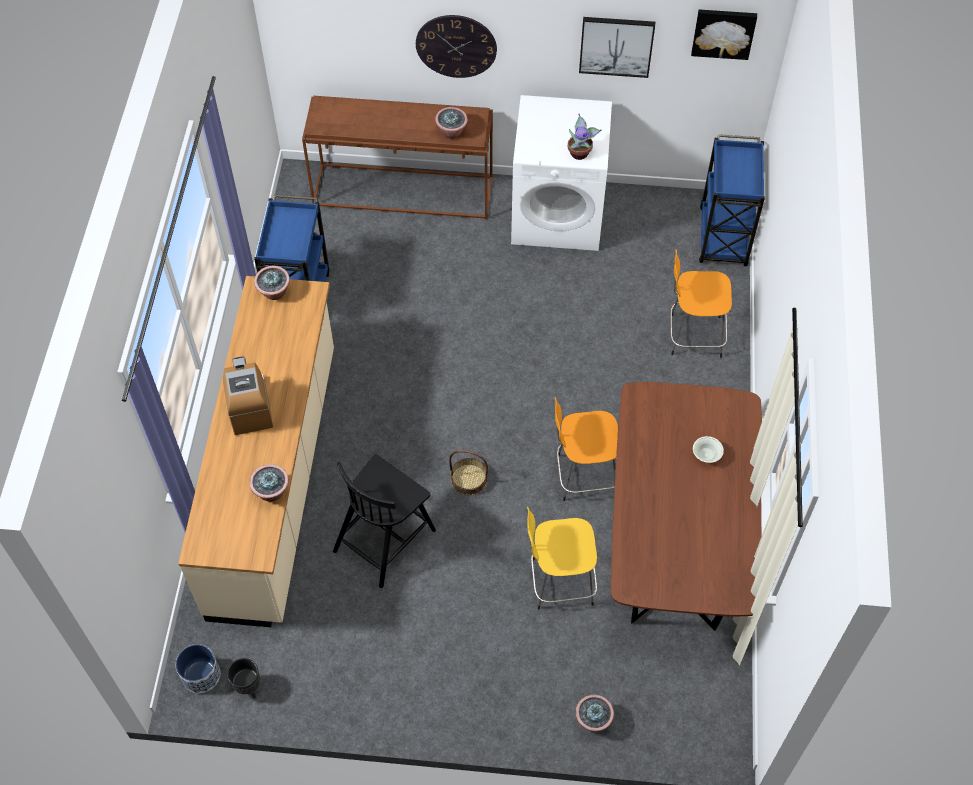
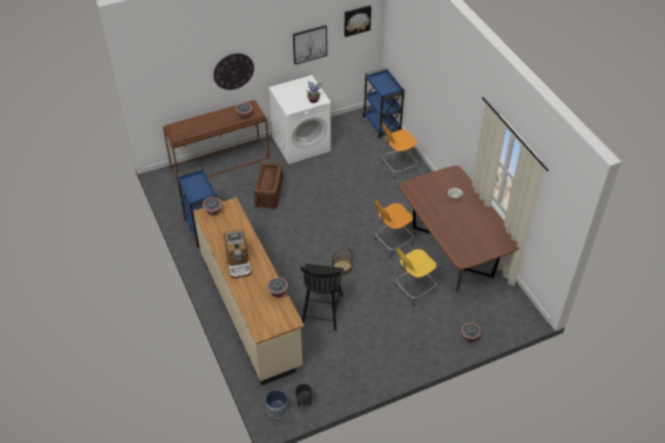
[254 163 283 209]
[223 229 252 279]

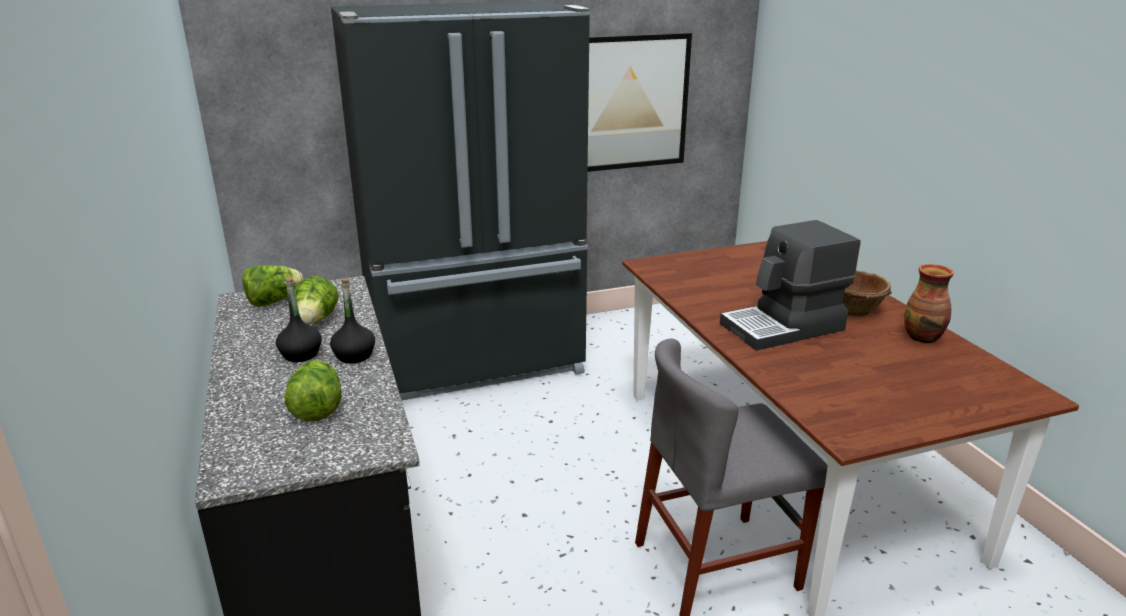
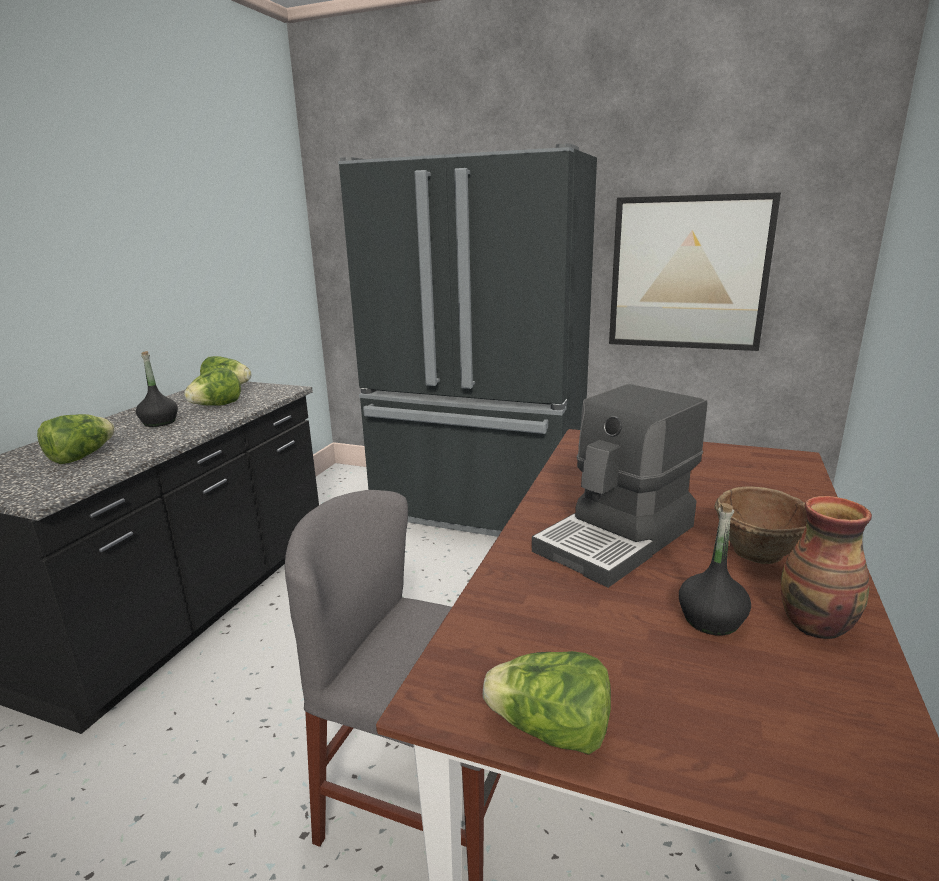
[483 651 611 755]
[679 503 751 635]
[532 384 707 588]

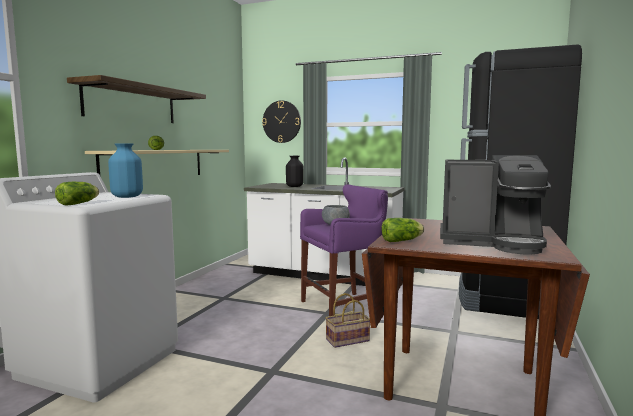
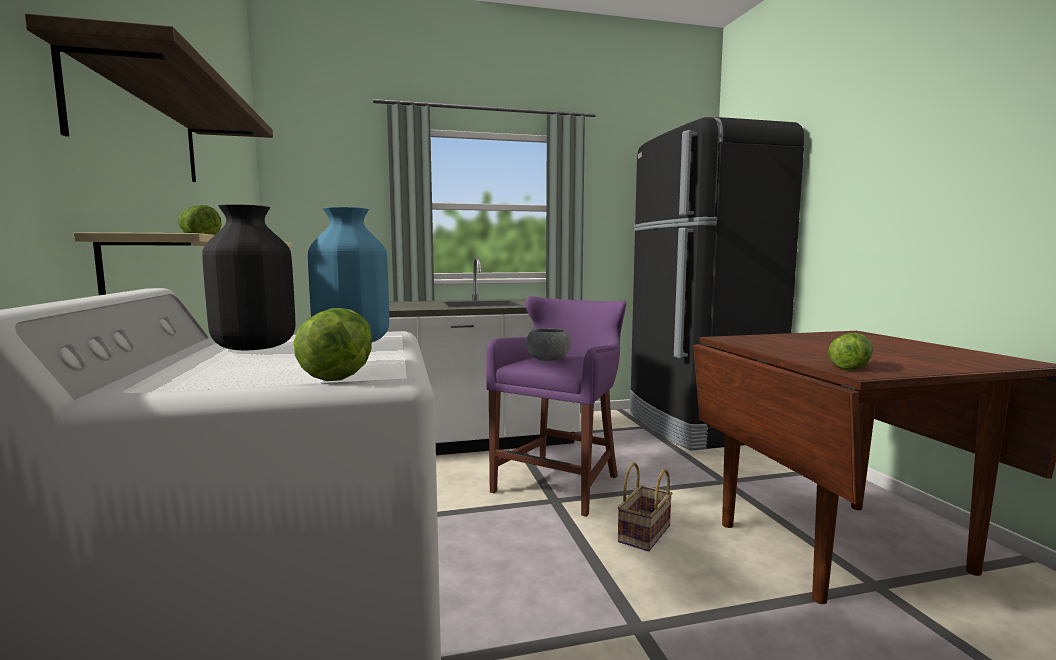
[262 100 301 143] (first image)
[440 155 551 255] (first image)
[202 204 295 350]

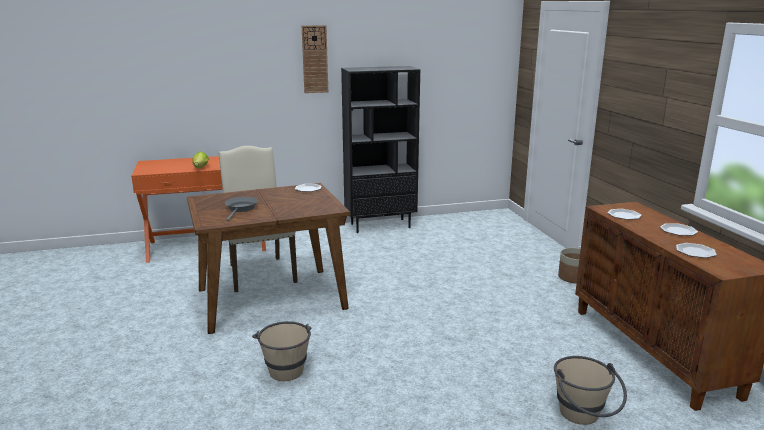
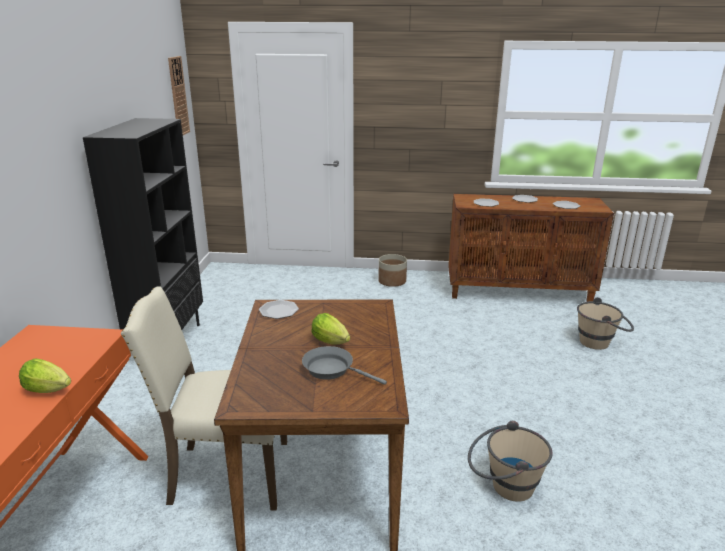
[311 313 350 344]
[168 56 190 135]

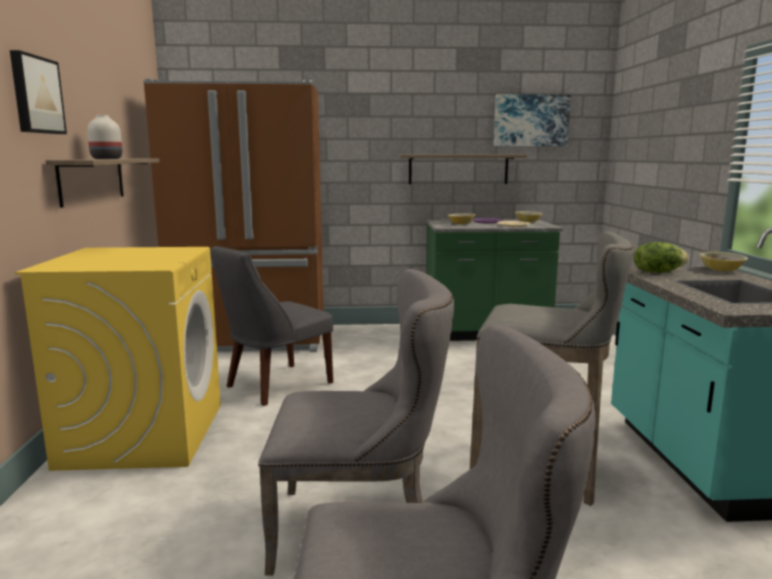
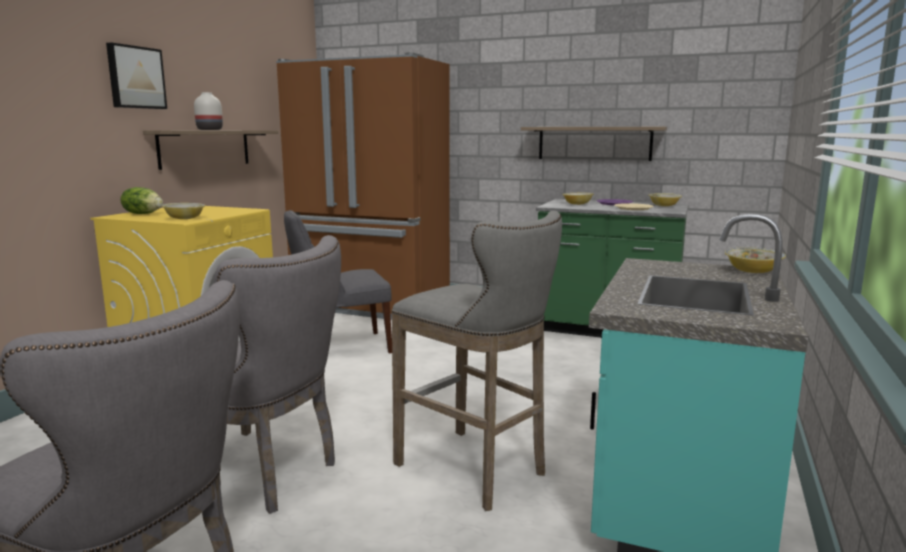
[494 94 571 146] (first image)
[161 203 205 219]
[120 187 163 214]

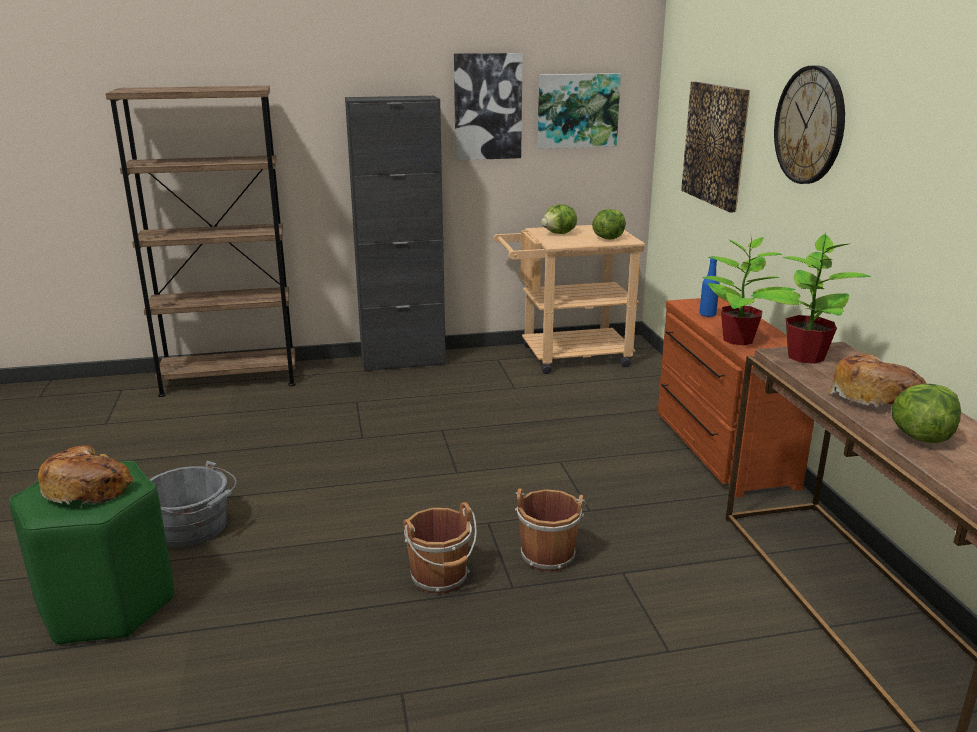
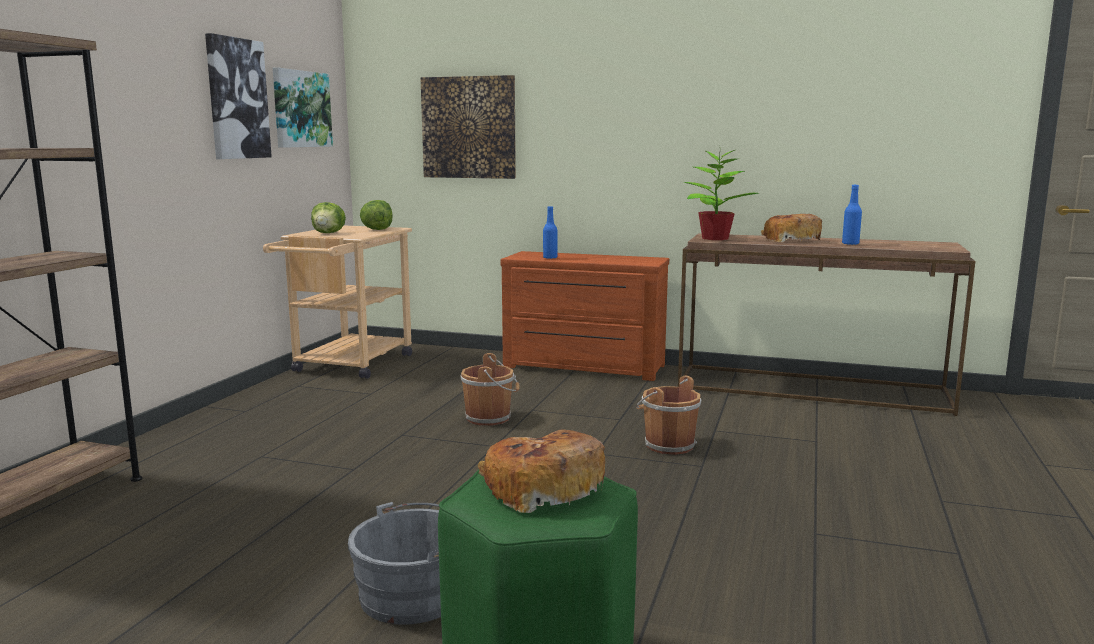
[345 96 446 372] (first image)
[702 237 796 345] (first image)
[774 66 845 184] (first image)
[461 353 520 426]
[842 185 862 245]

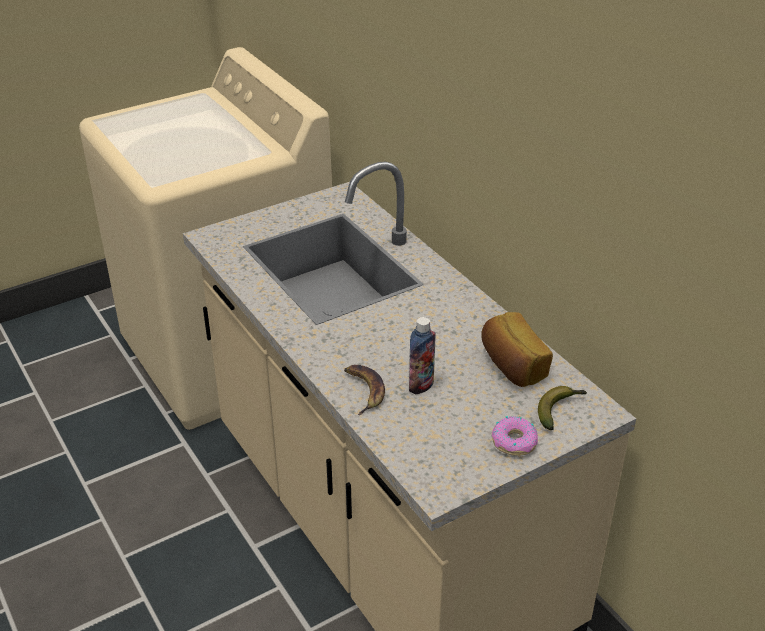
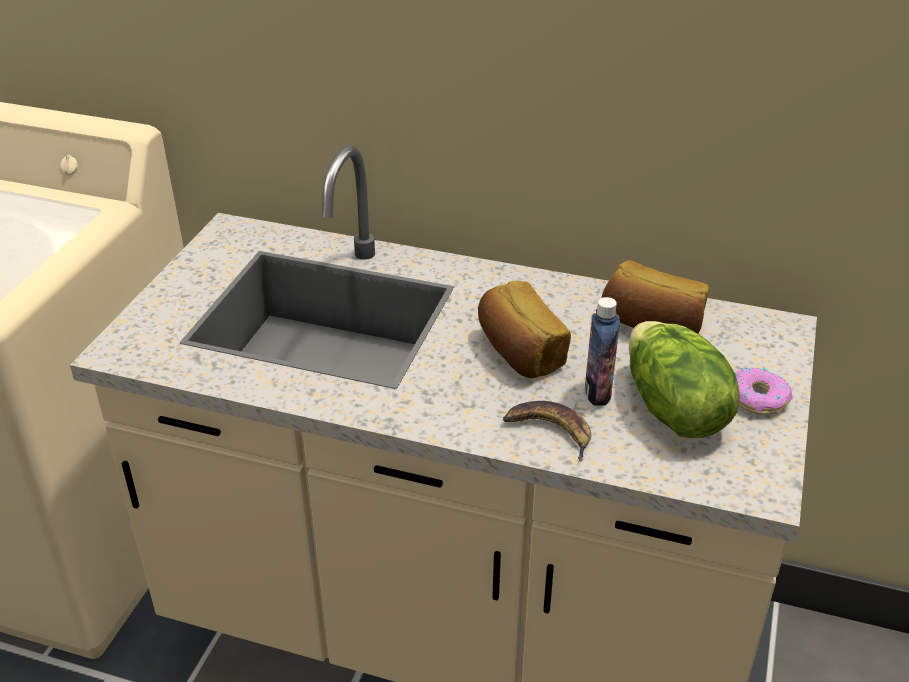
[538 386 587 430] (first image)
[478 281 571 378]
[629 321 740 438]

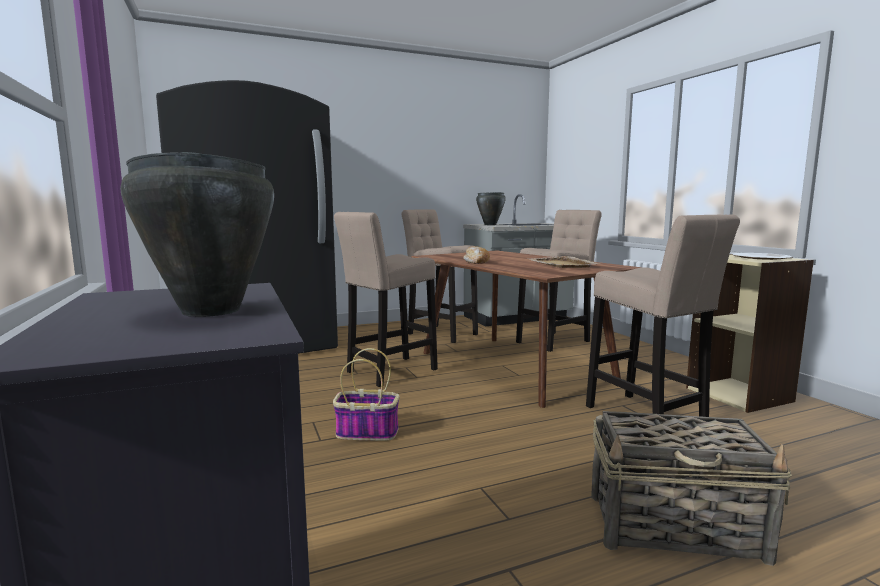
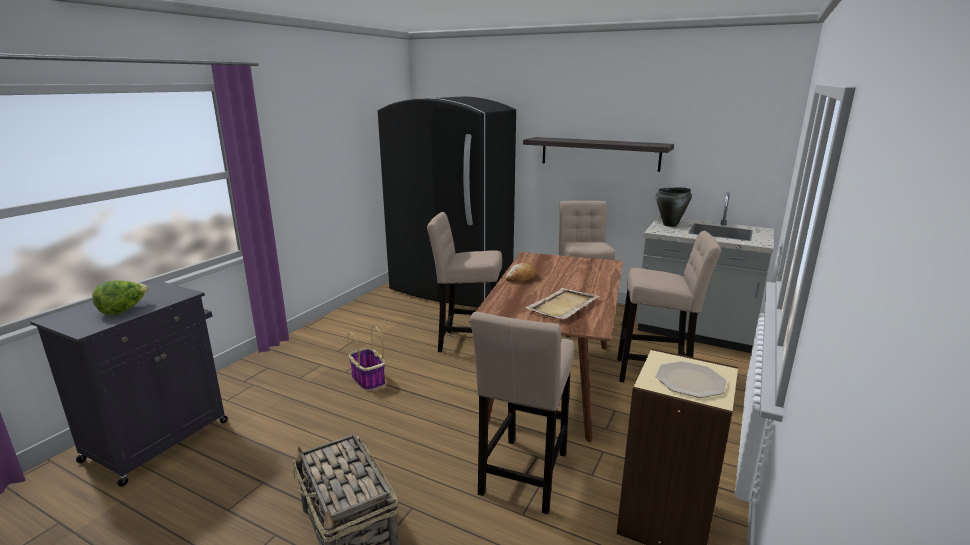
[523 137 674 172]
[92 280 149 315]

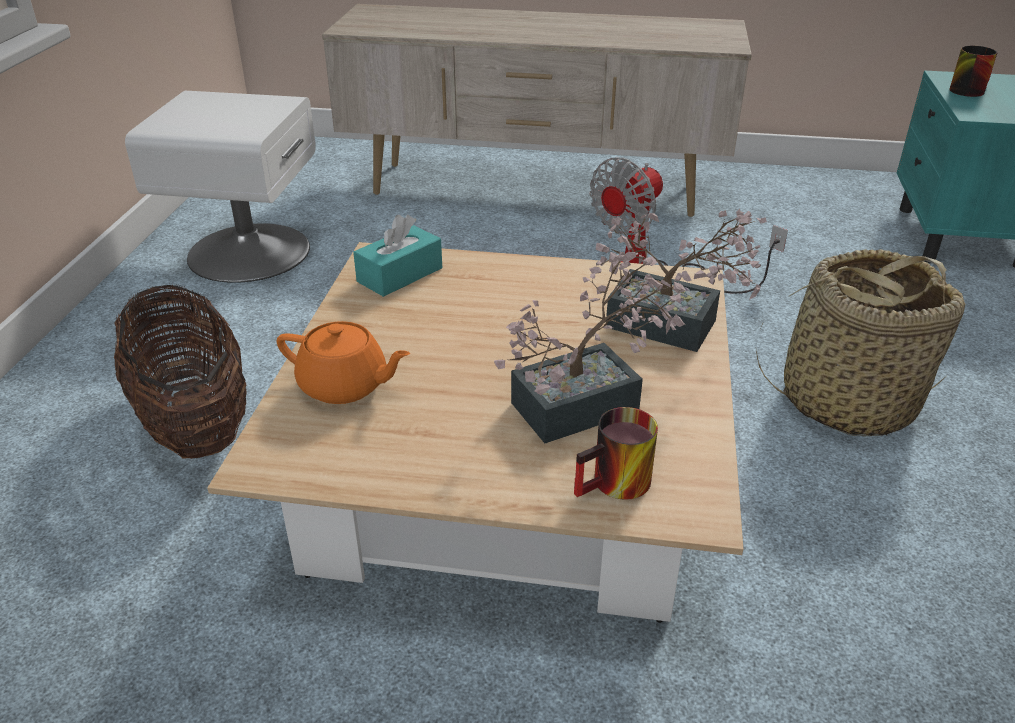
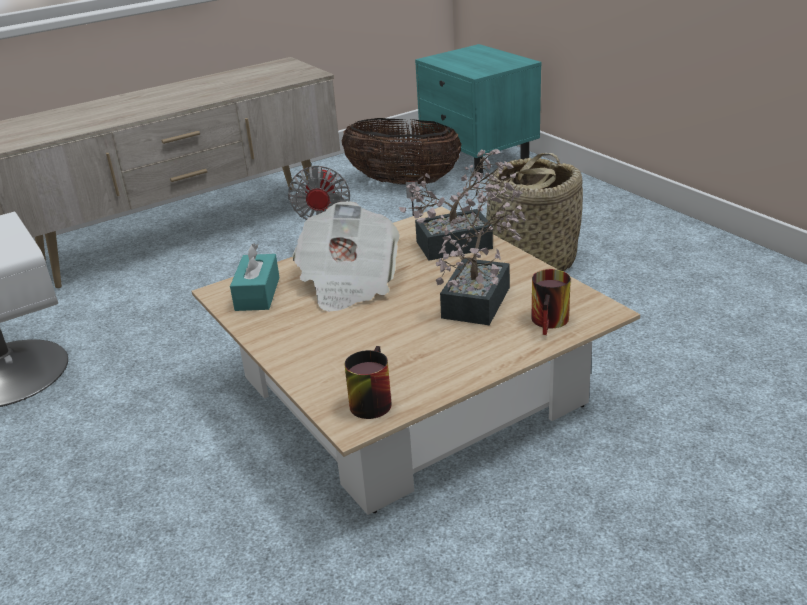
[277 321 410 404] (first image)
[292 201 400 312]
[342 118 461 185]
[344 346 392 419]

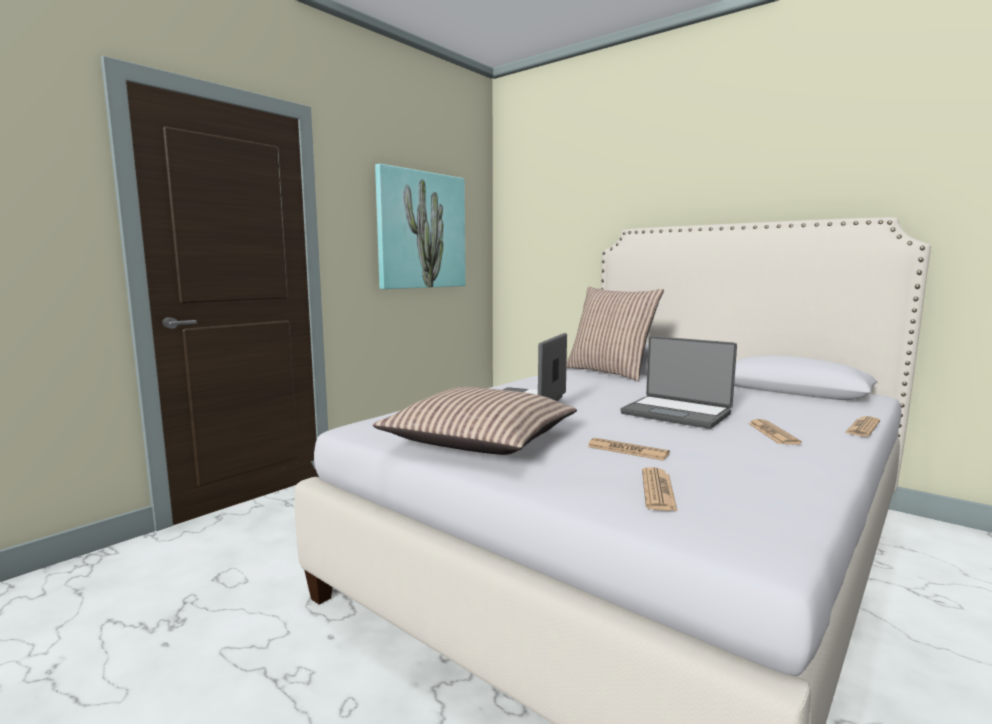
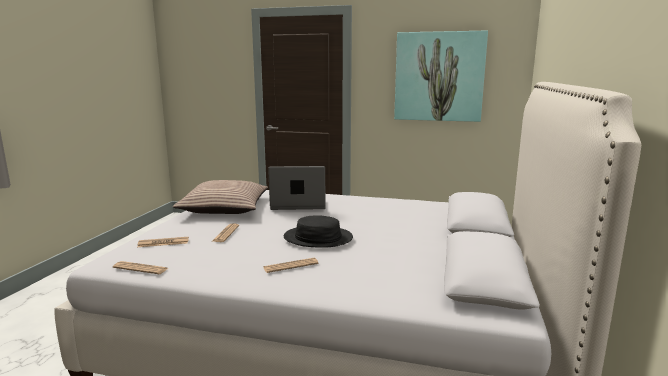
[566 287 664 381] (first image)
[113 261 168 274]
[284 216 353 248]

